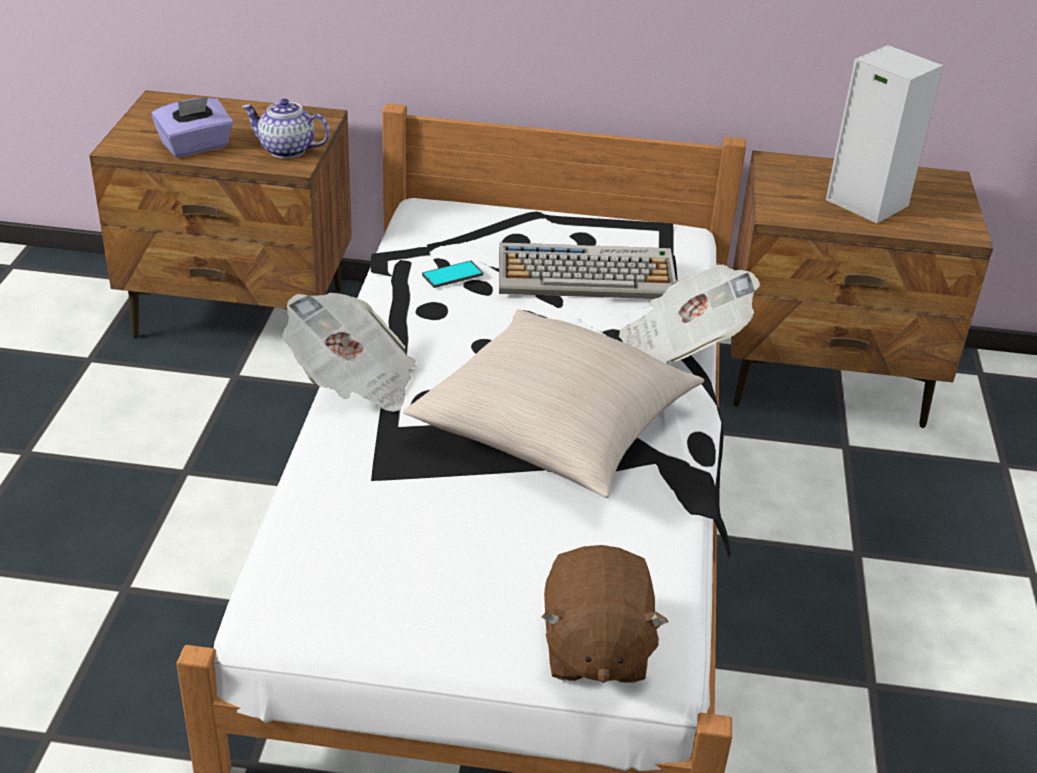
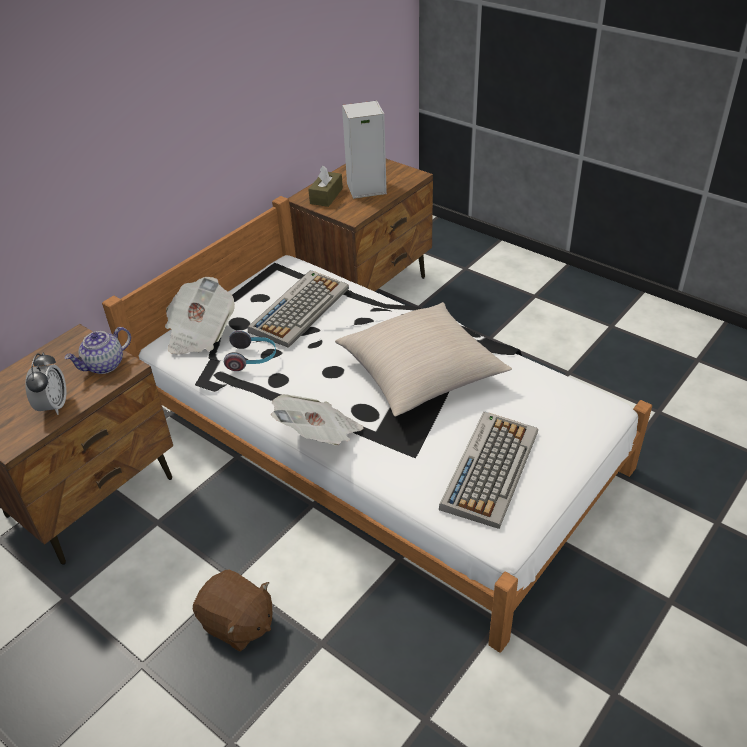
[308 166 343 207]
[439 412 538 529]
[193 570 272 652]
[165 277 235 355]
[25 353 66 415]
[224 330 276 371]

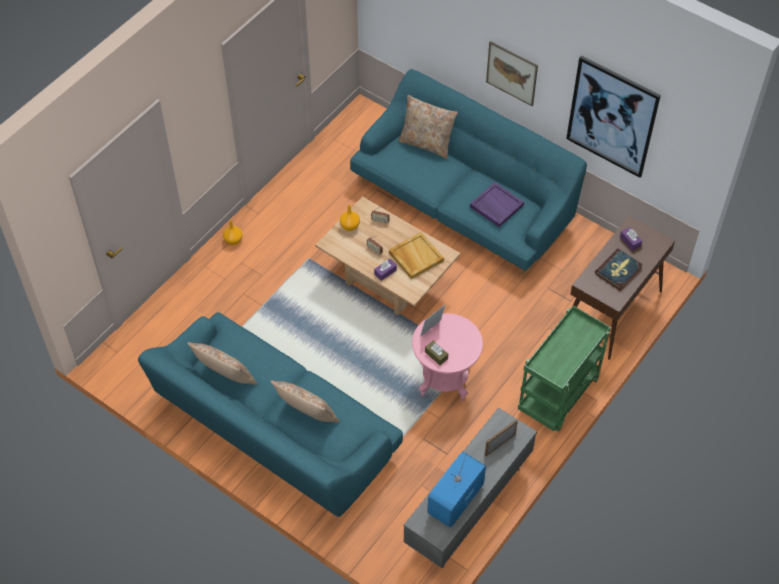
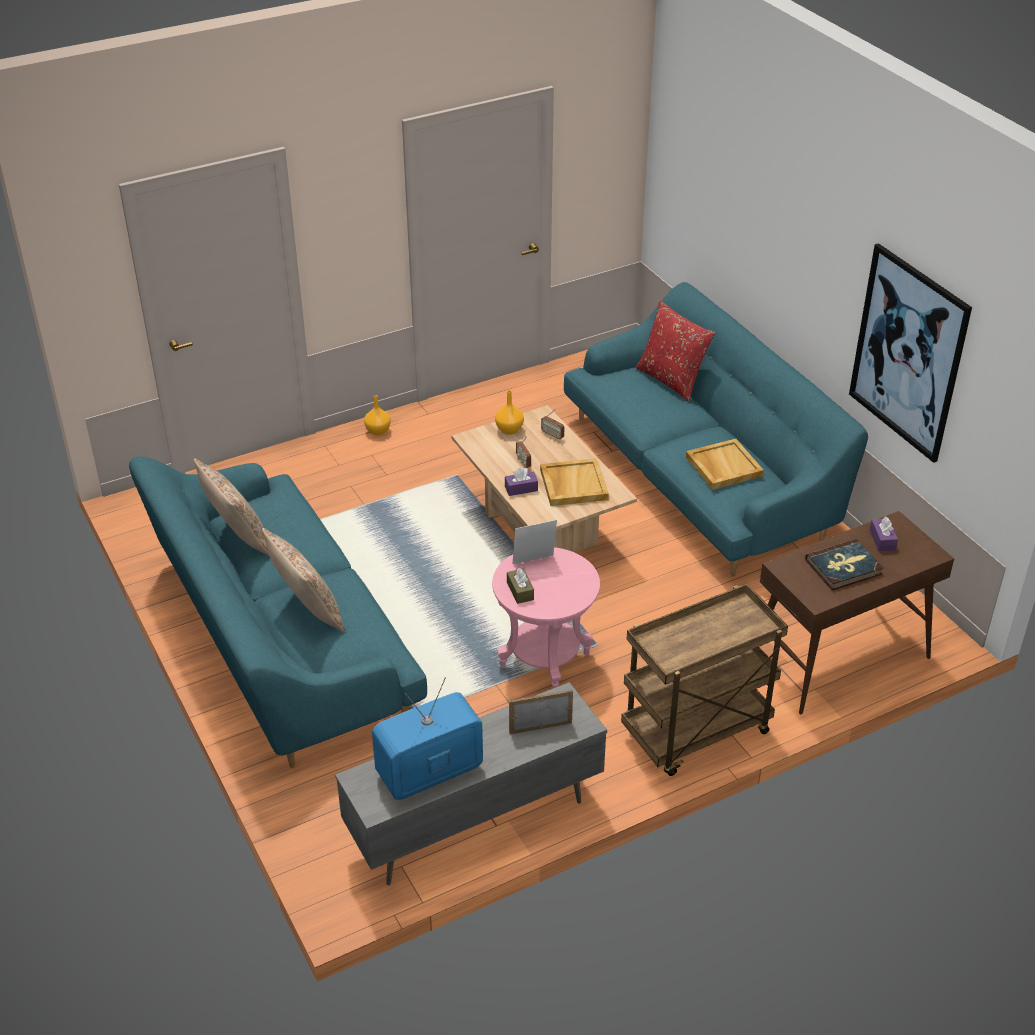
[486 41 538 106] (first image)
[636 300 715 402]
[686 439 764 490]
[621 584 788 776]

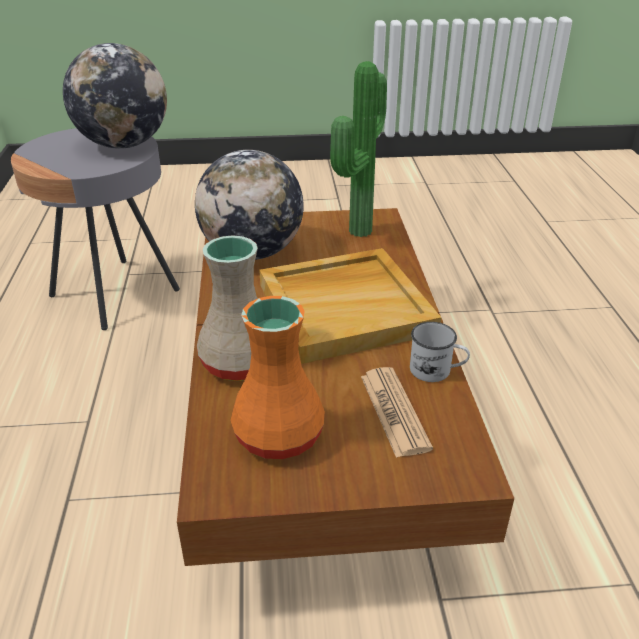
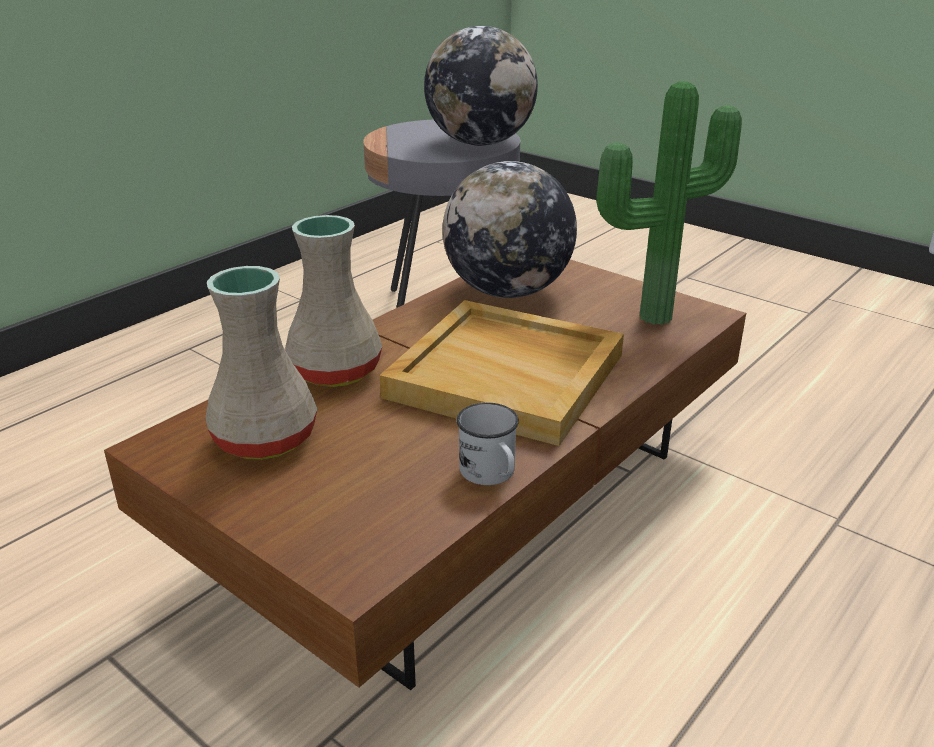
[361 367 433 458] (first image)
[205 266 317 460]

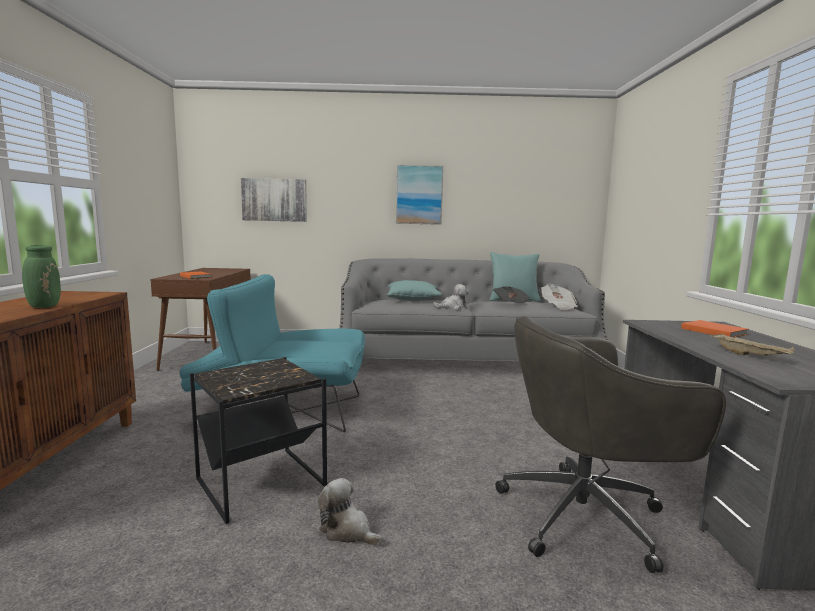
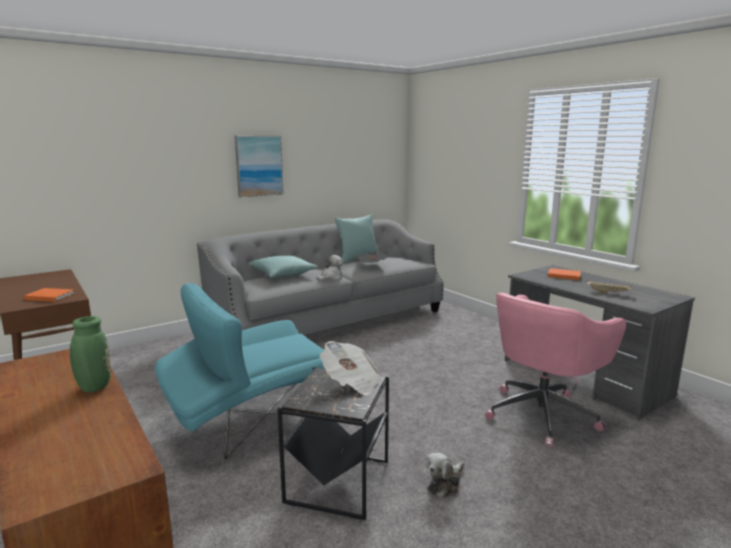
[241 178 307 222] (first image)
[320 341 381 395]
[485 293 626 448]
[425 453 464 498]

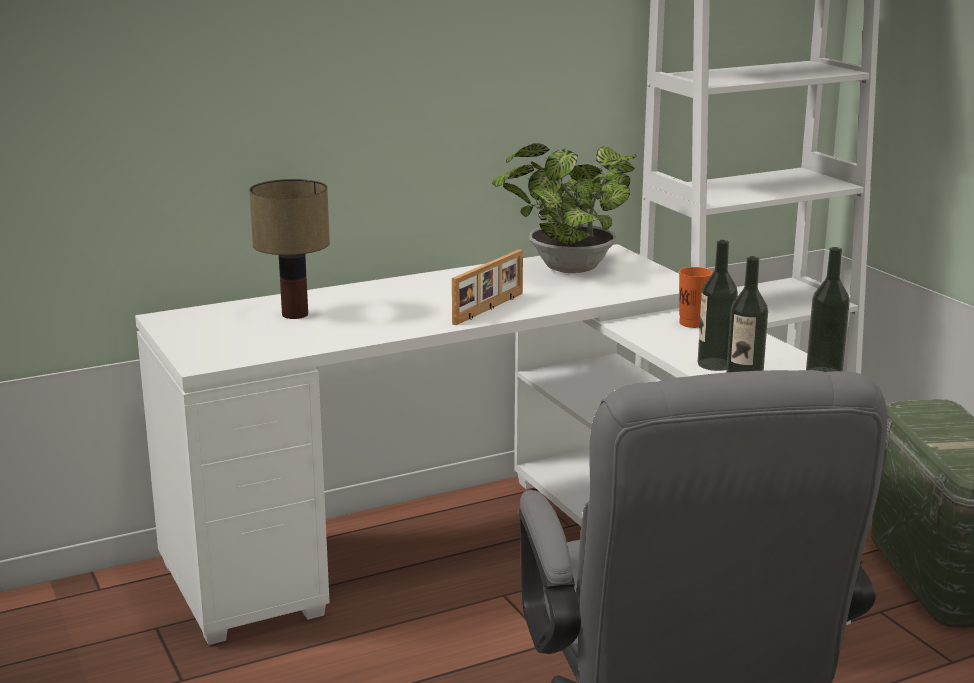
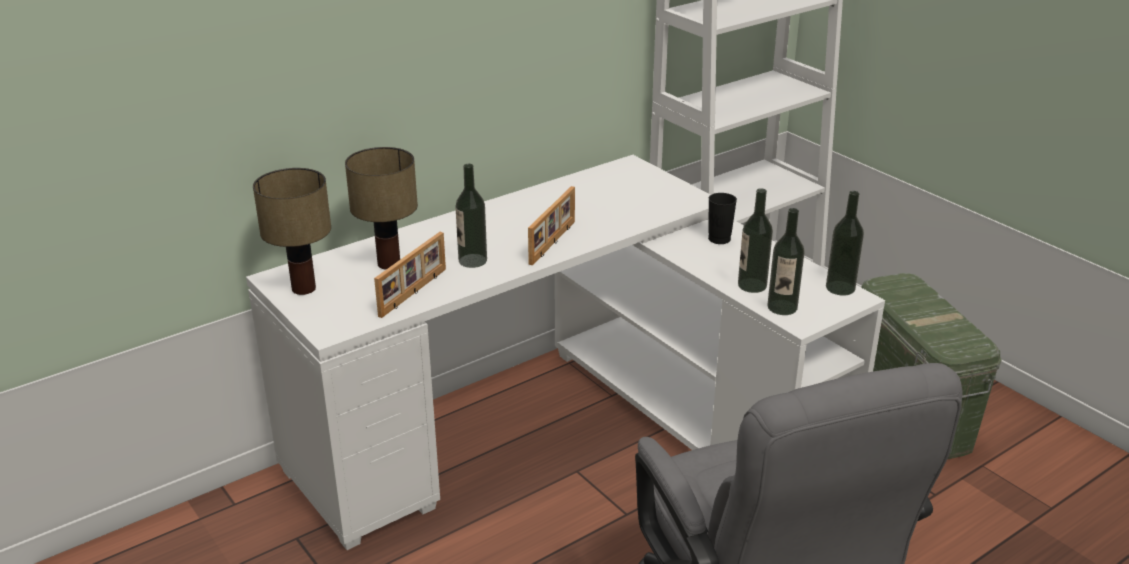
[492 143 636 273] (first image)
[253 168 331 295]
[374 232 446 318]
[455 164 487 268]
[708 193 737 244]

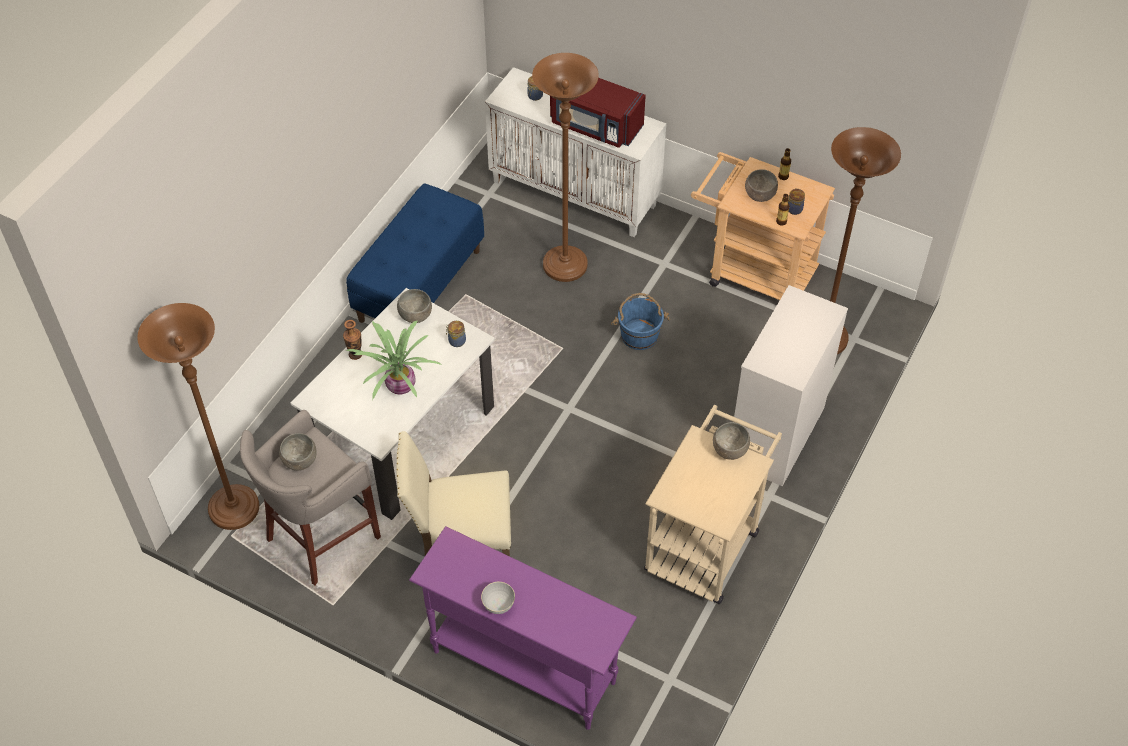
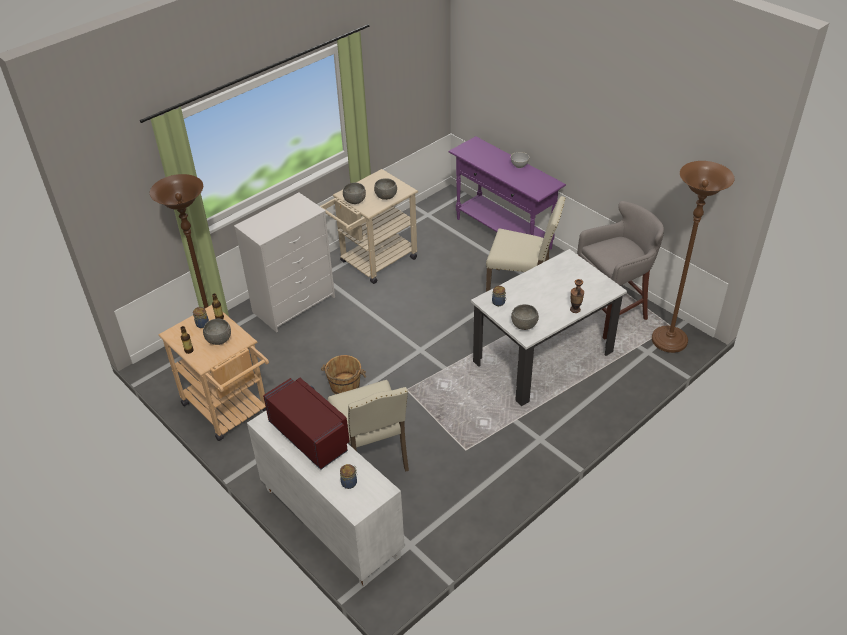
[345 320 442 400] (first image)
[346 183 484 323] (first image)
[374 178 397 200]
[328 380 409 472]
[321 355 366 394]

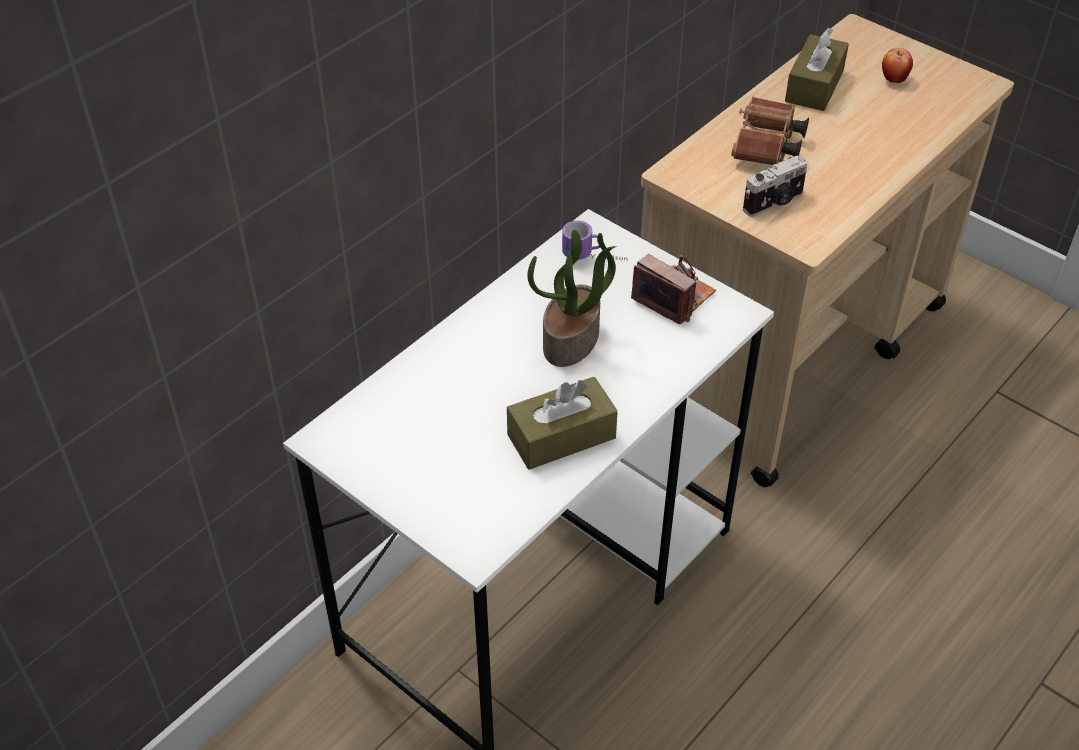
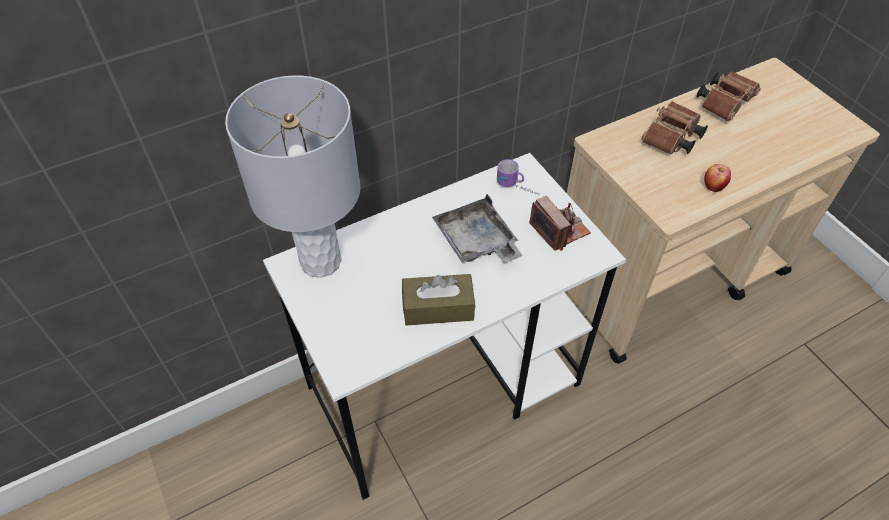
[743 155 807 217] (first image)
[225 75 360 278]
[704 164 731 192]
[432 194 523 263]
[696 72 761 121]

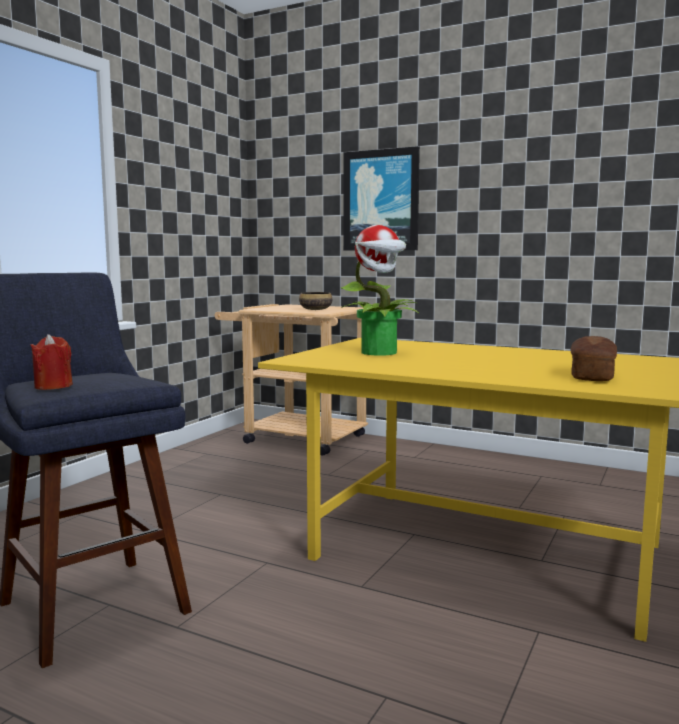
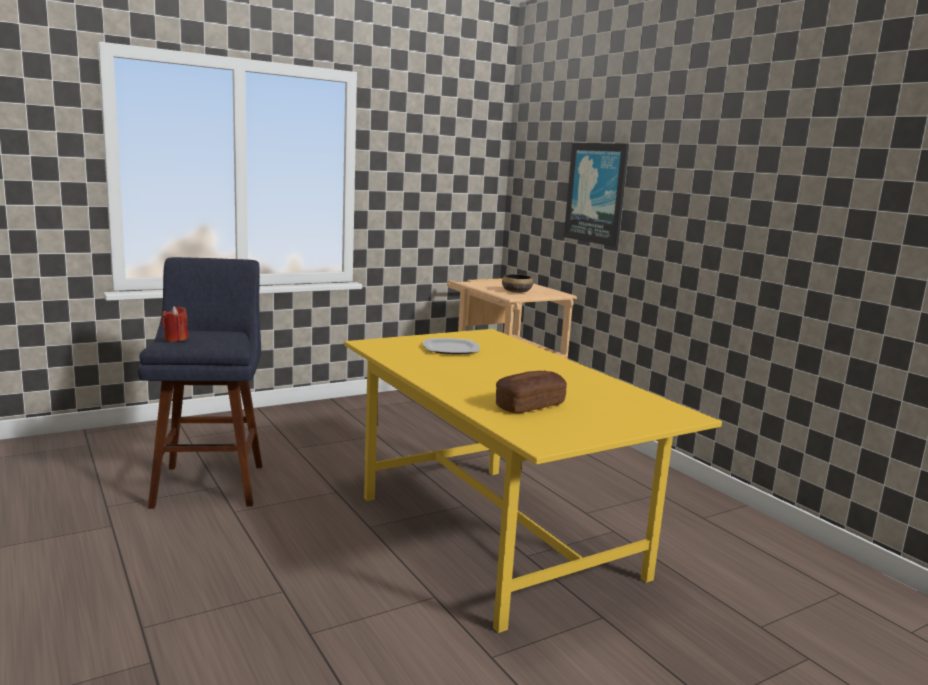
[423 338 480 354]

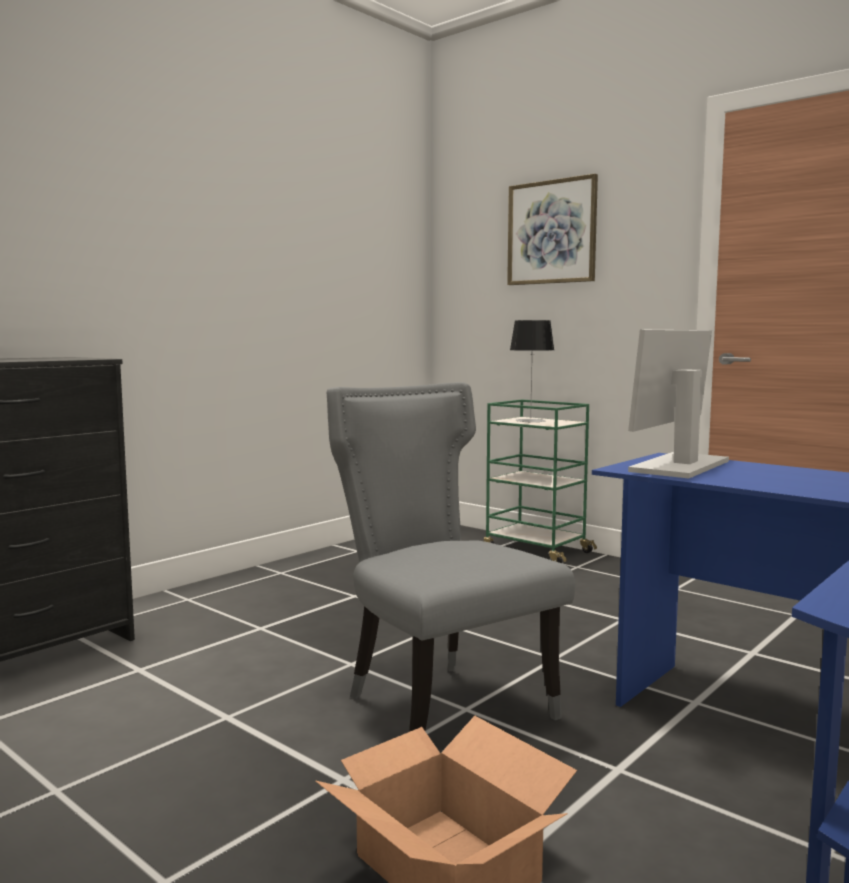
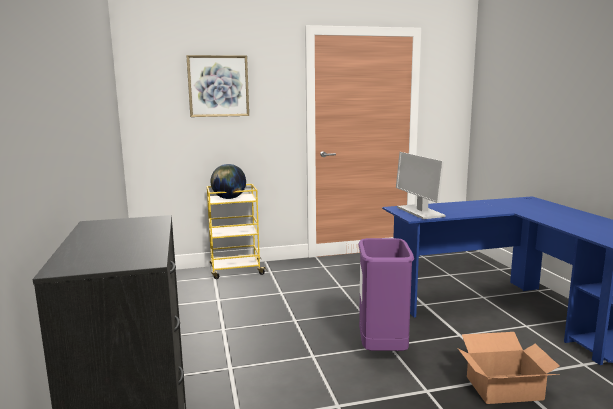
[359 238 414 351]
[211 164 246 199]
[207 184 267 279]

